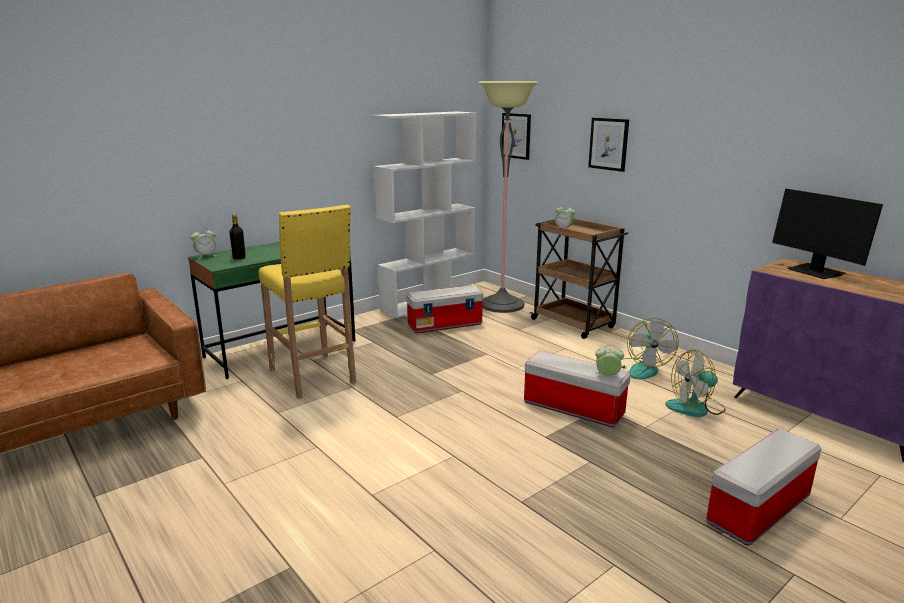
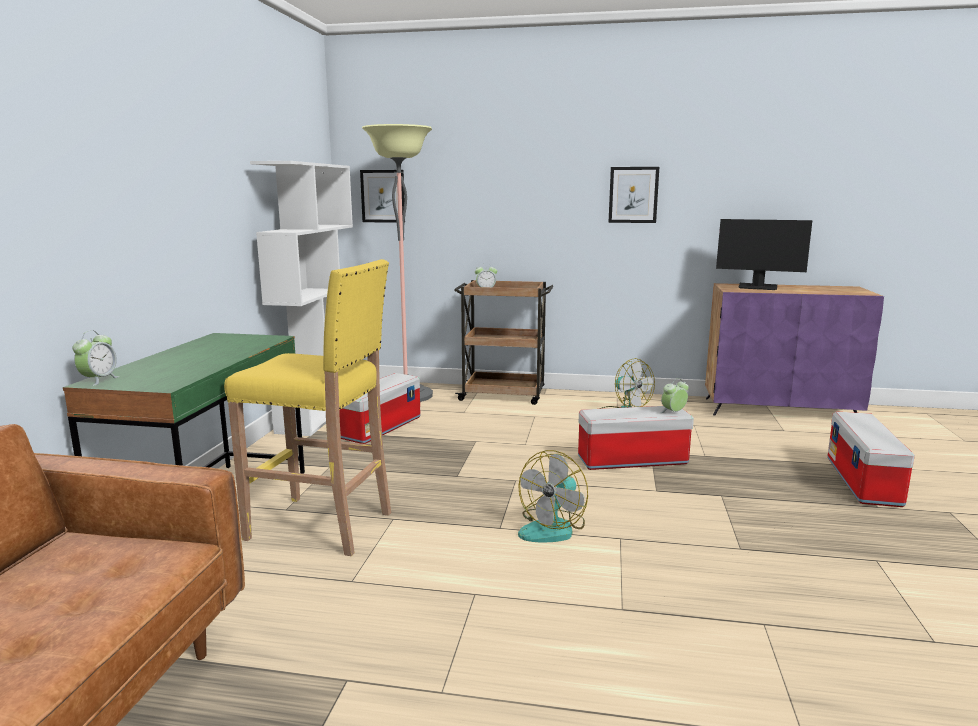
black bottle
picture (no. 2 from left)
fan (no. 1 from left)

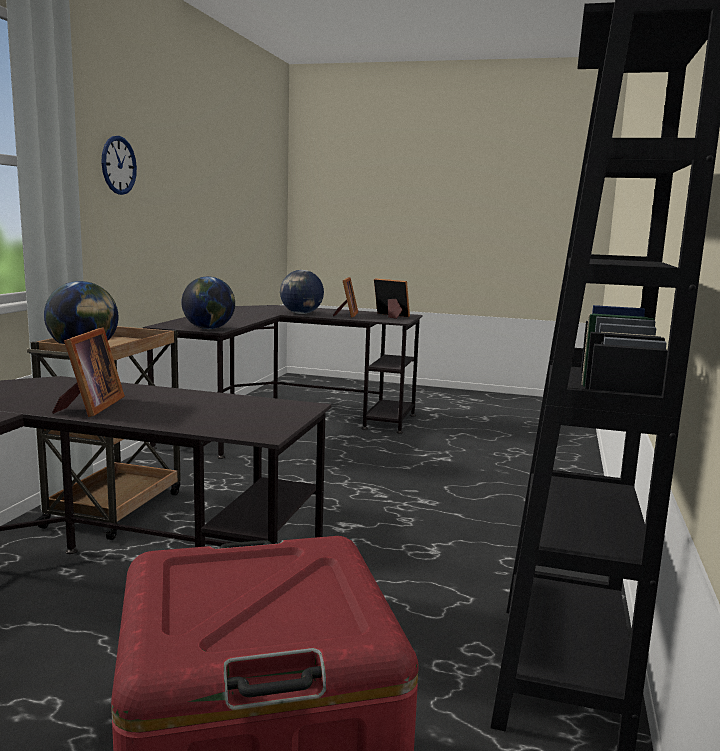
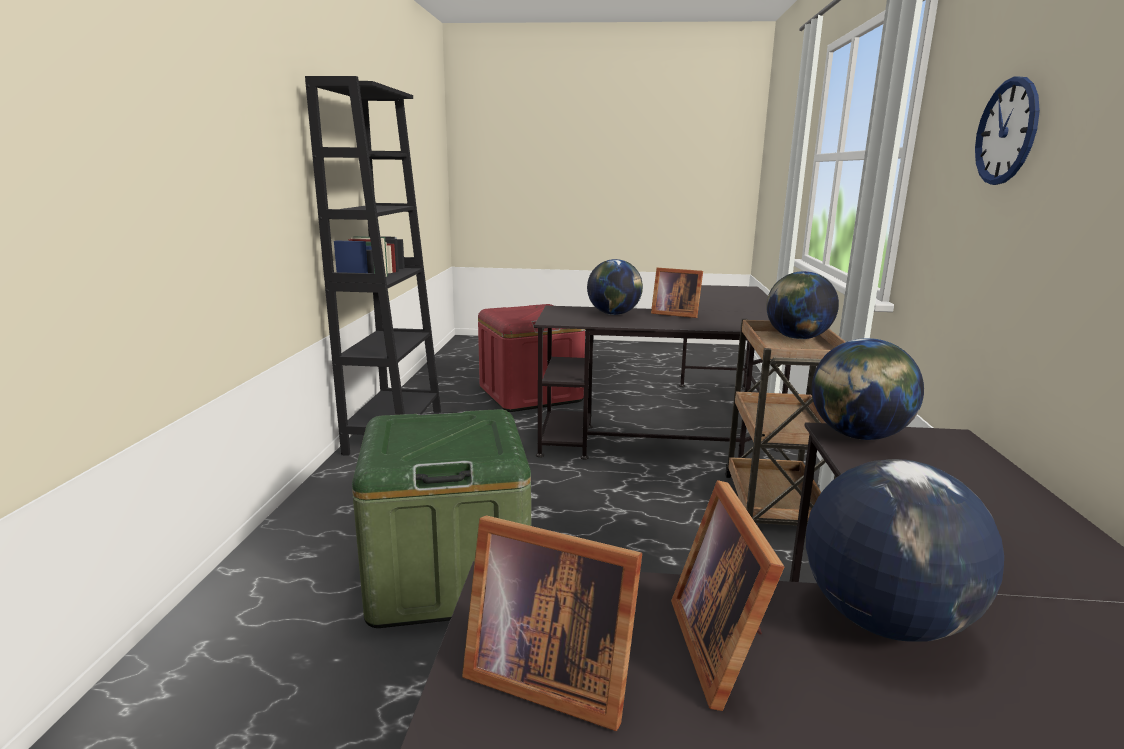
picture frame (no. 2 from left)
green storage box
globe (no. 1 from left)

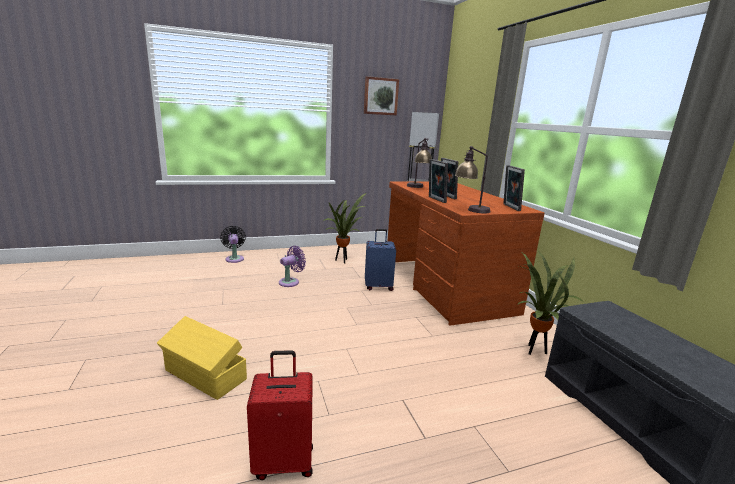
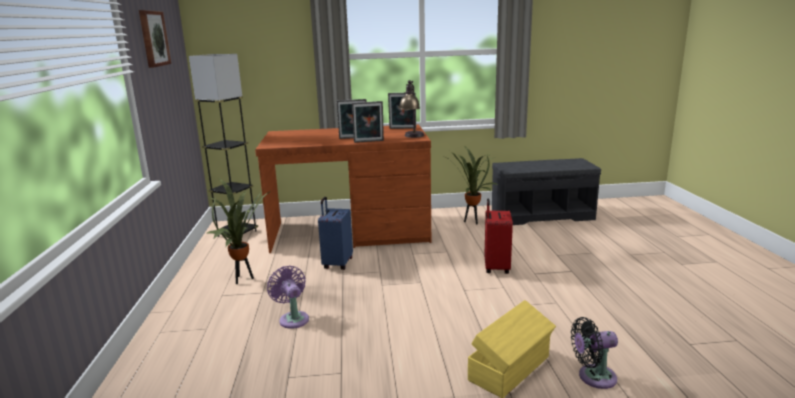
black fan
red suitcase
table lamp (no. 1 from left in the first image)

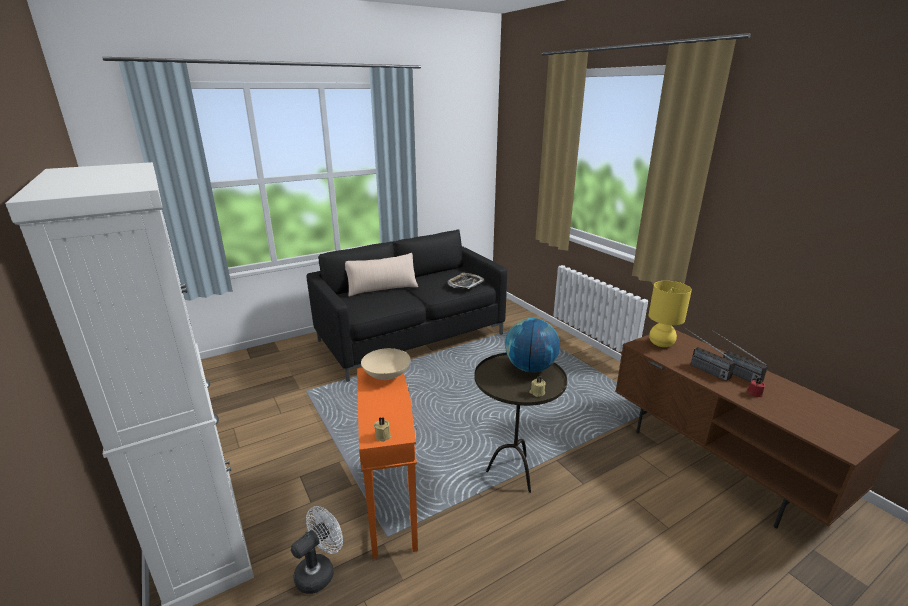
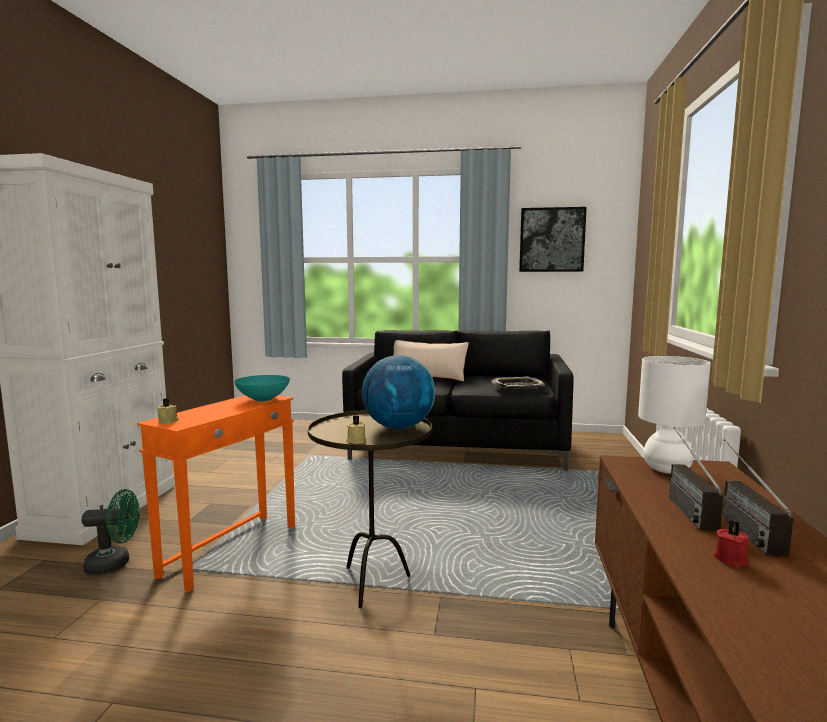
green fan
turquoise bowl
white table lamp
picture

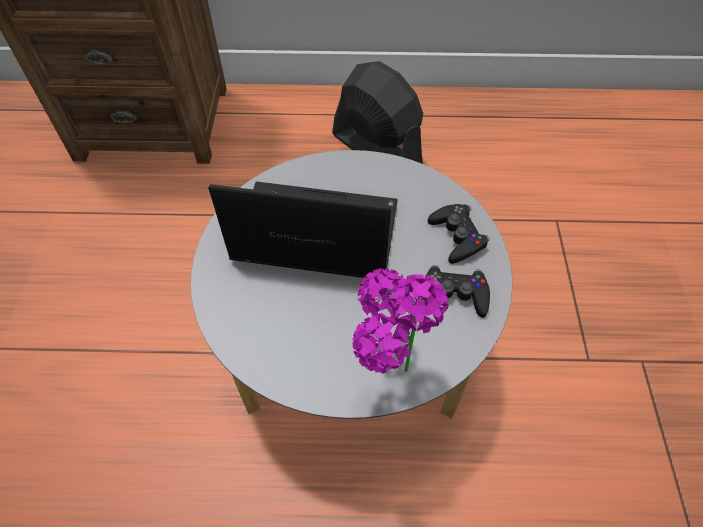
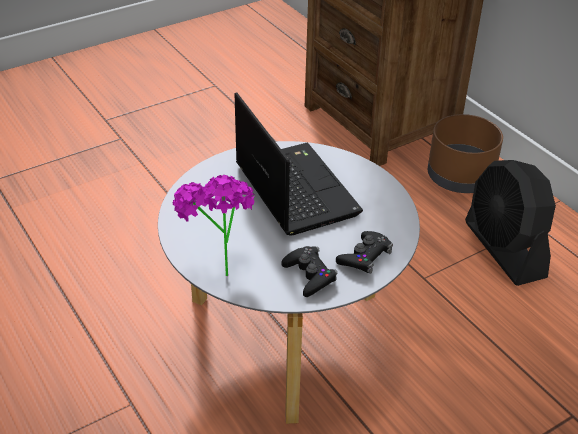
black fan
brown planter

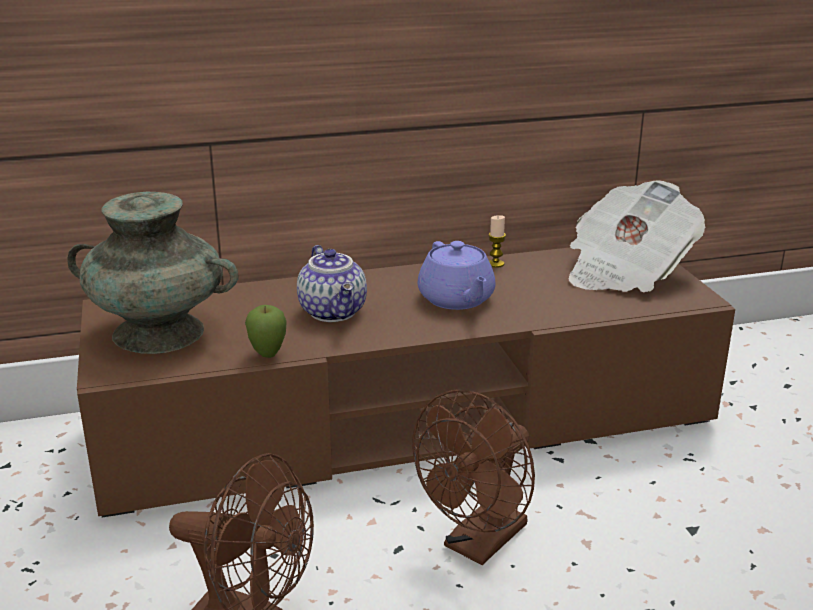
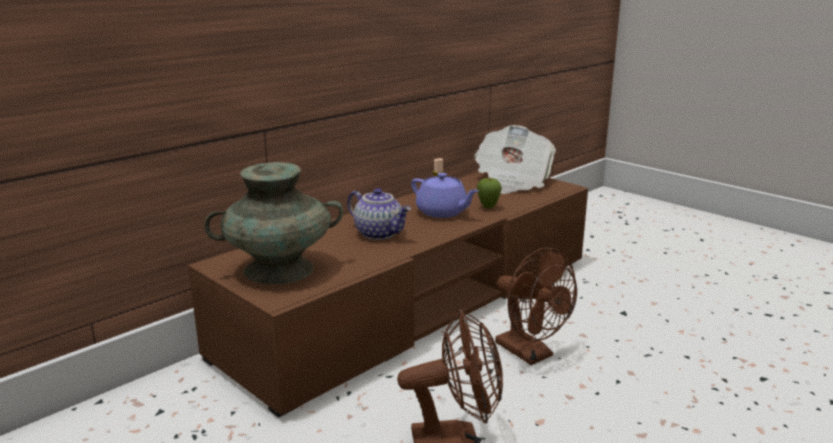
apple
brown fan (no. 2 from left)

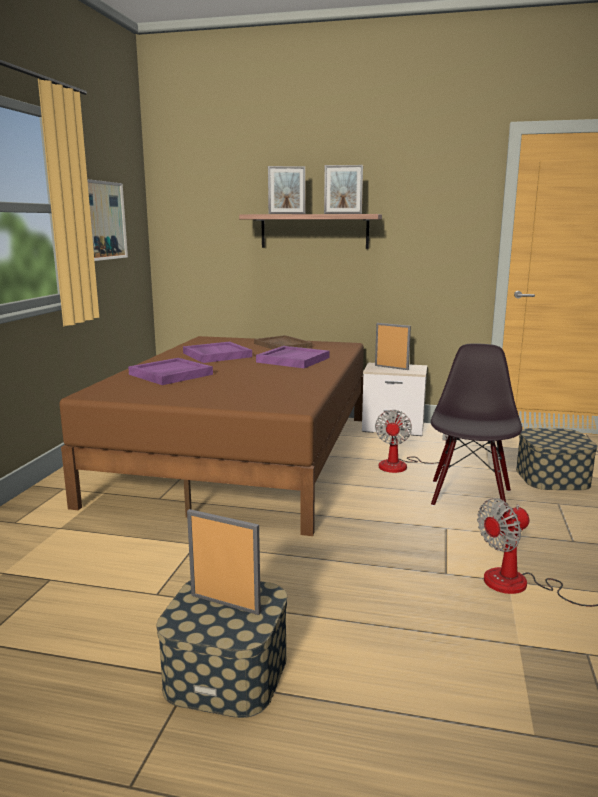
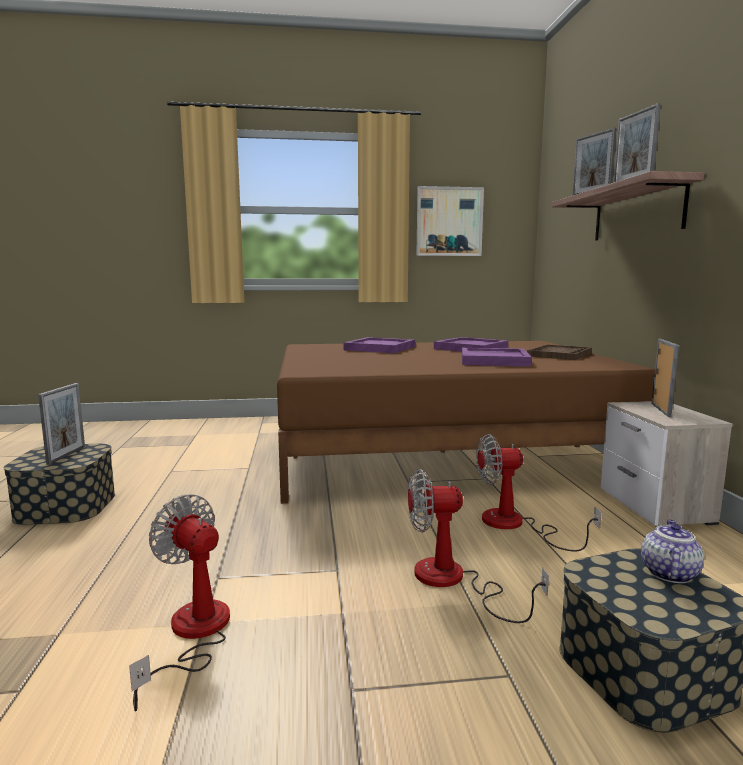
fan (no. 2 from left)
teapot

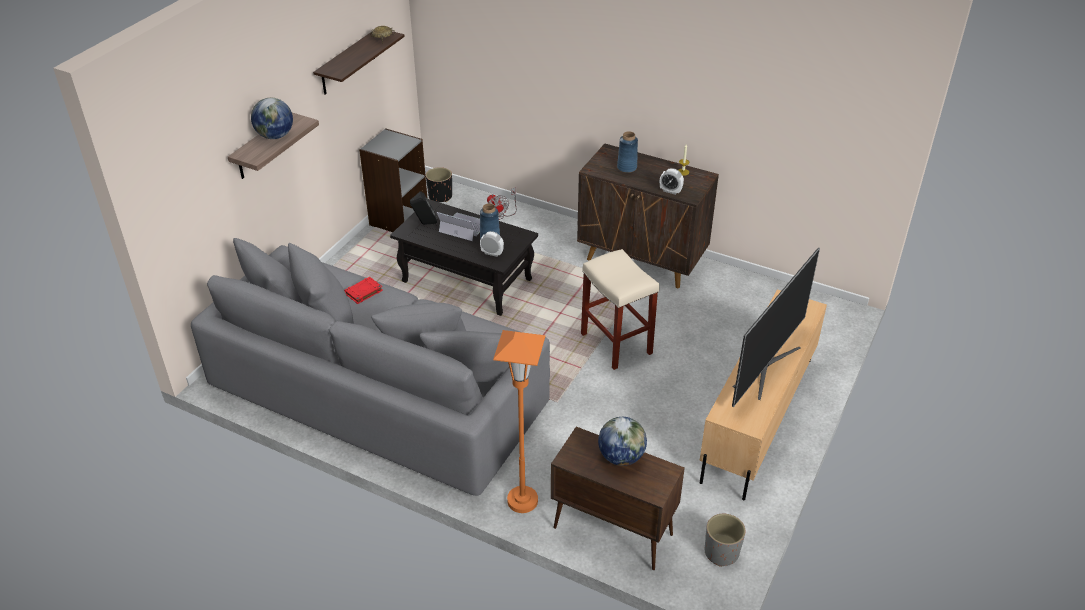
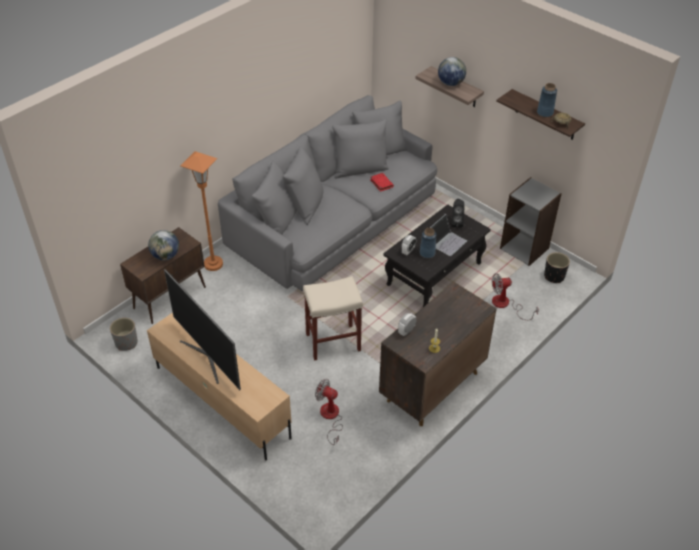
blue vase (no. 2 from left)
fan (no. 1 from left)

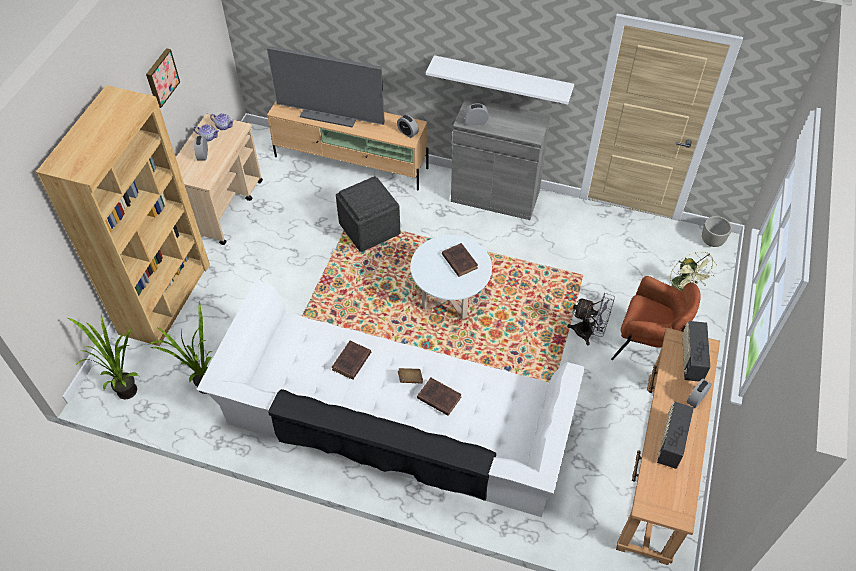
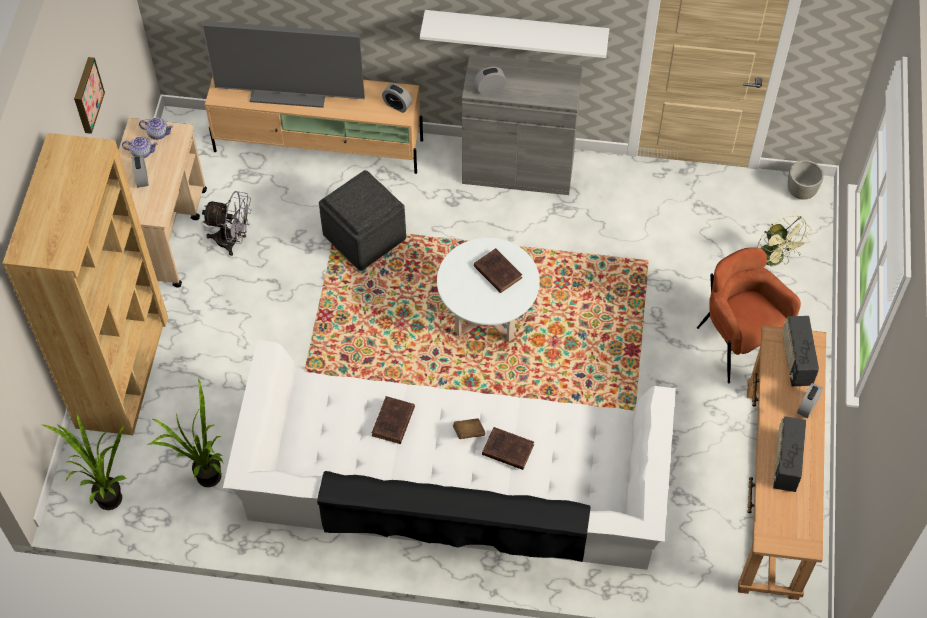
grey fan
brown armchair

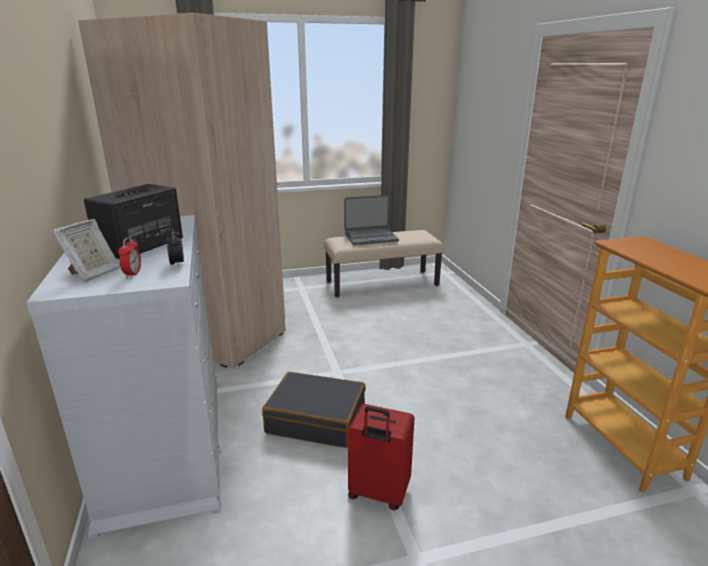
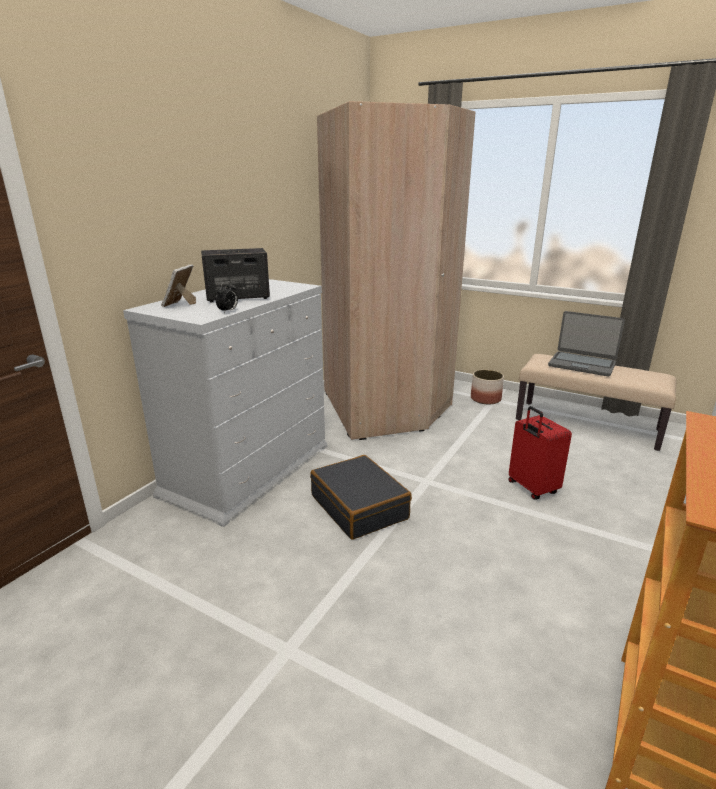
picture frame
alarm clock (no. 1 from left in the first image)
red suitcase
planter

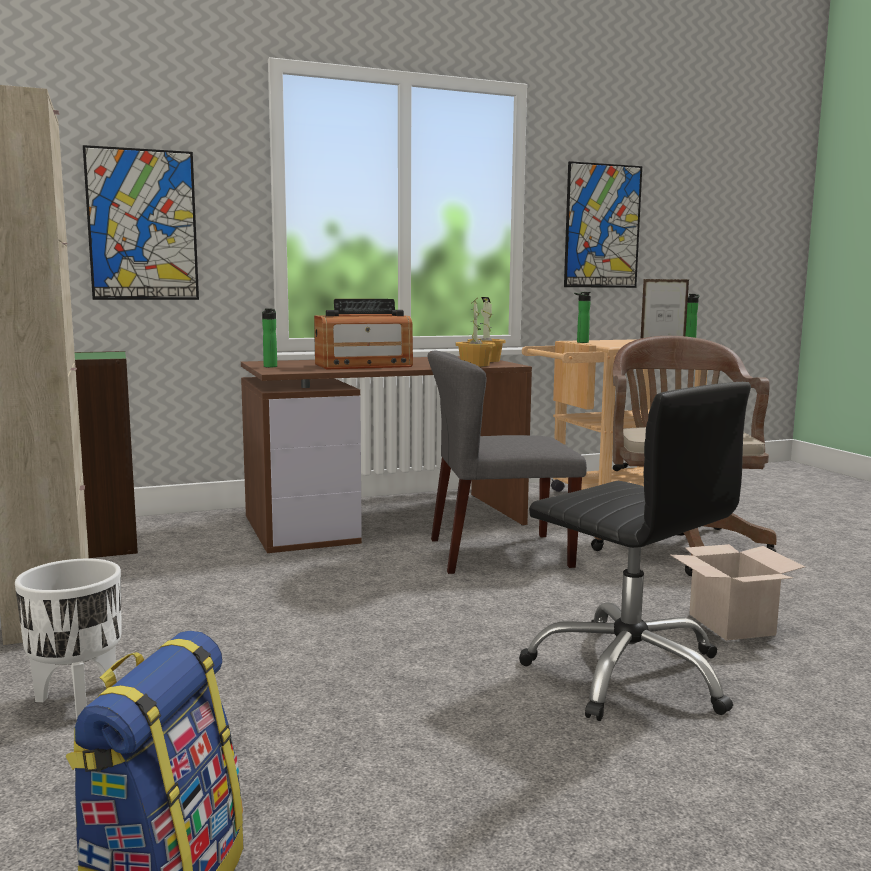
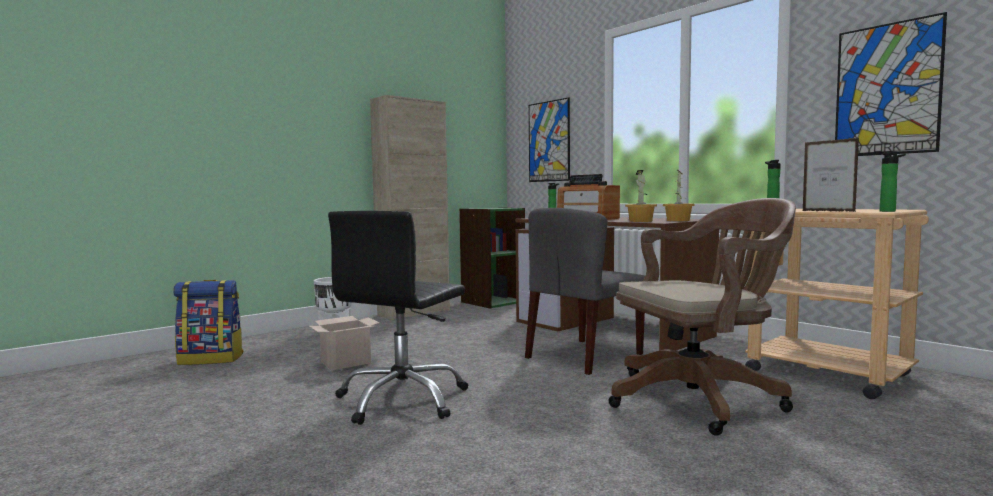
grey chair
cardboard box

